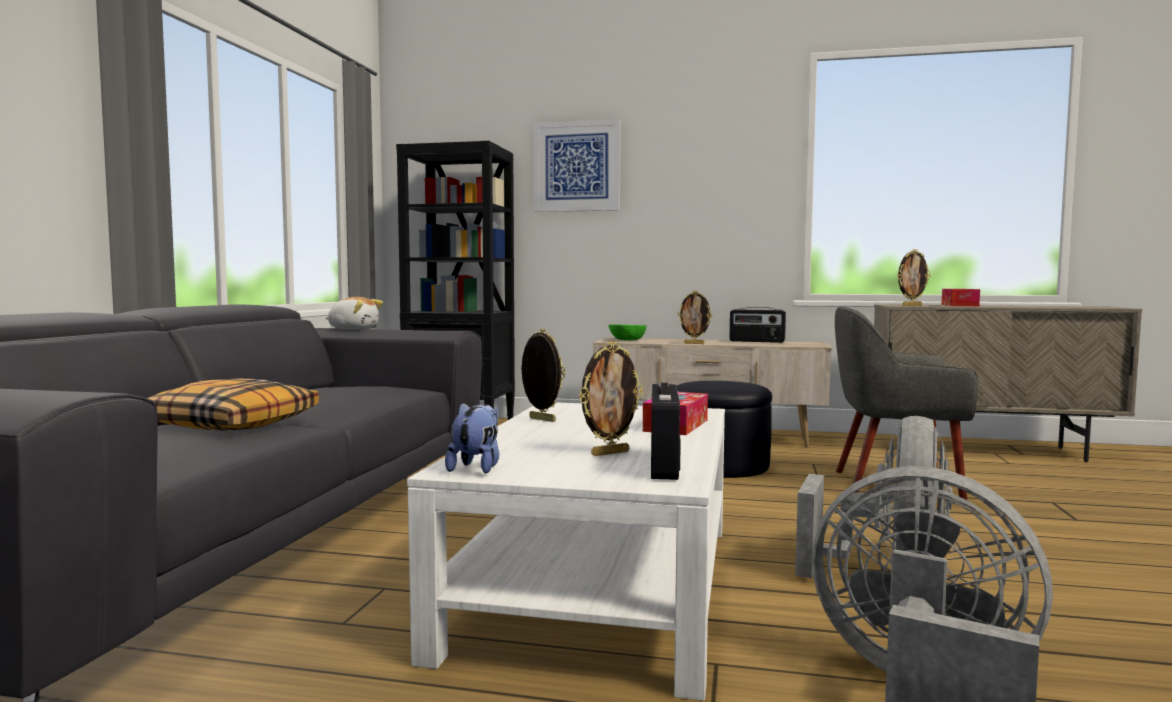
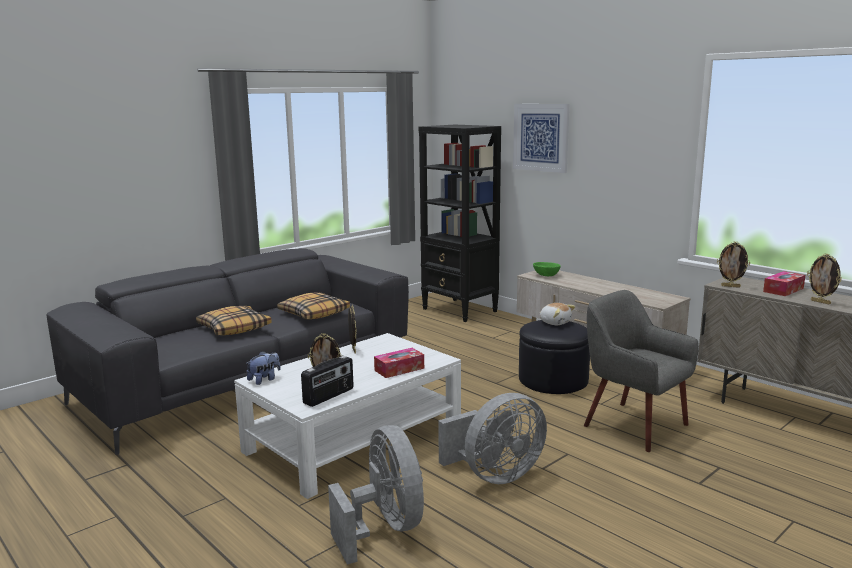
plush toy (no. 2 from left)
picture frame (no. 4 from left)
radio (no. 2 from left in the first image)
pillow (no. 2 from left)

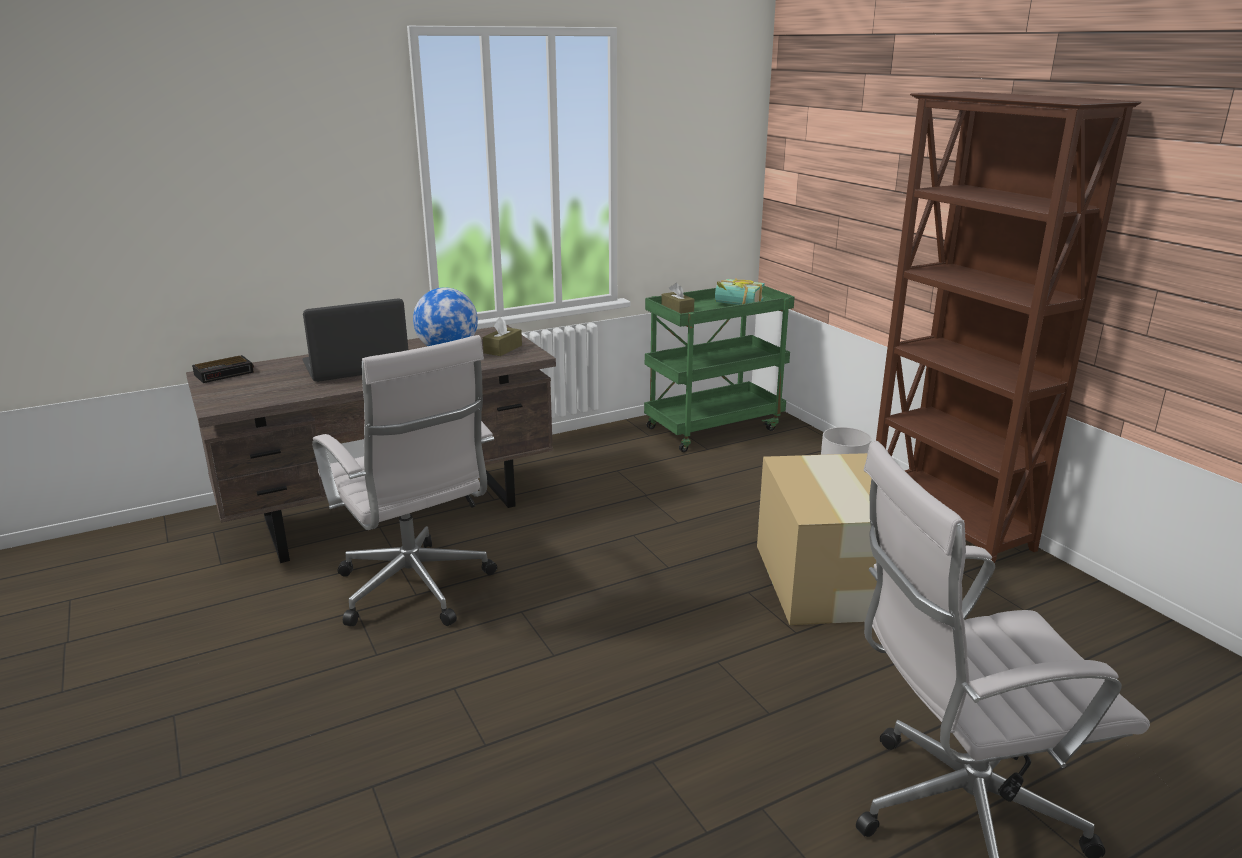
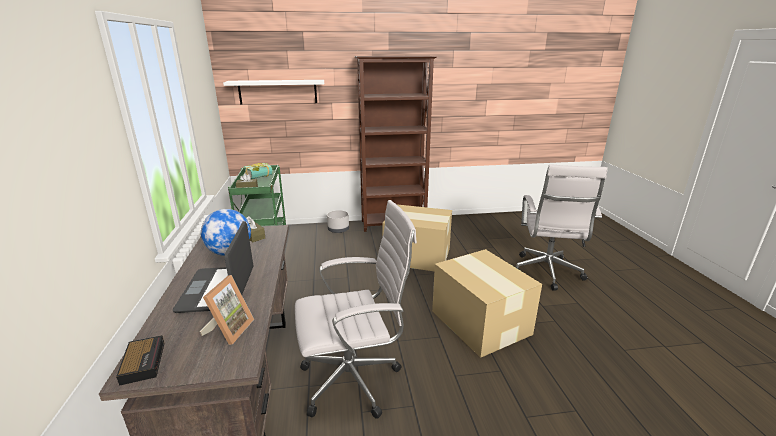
picture frame
white shelf
cardboard box (no. 2 from left)

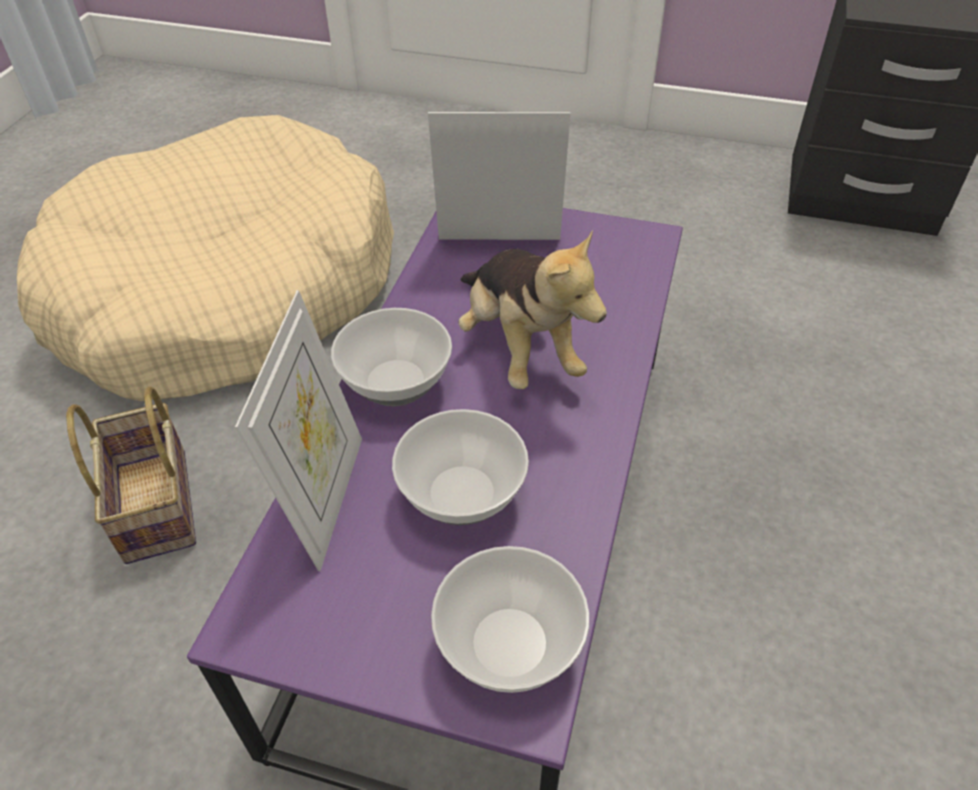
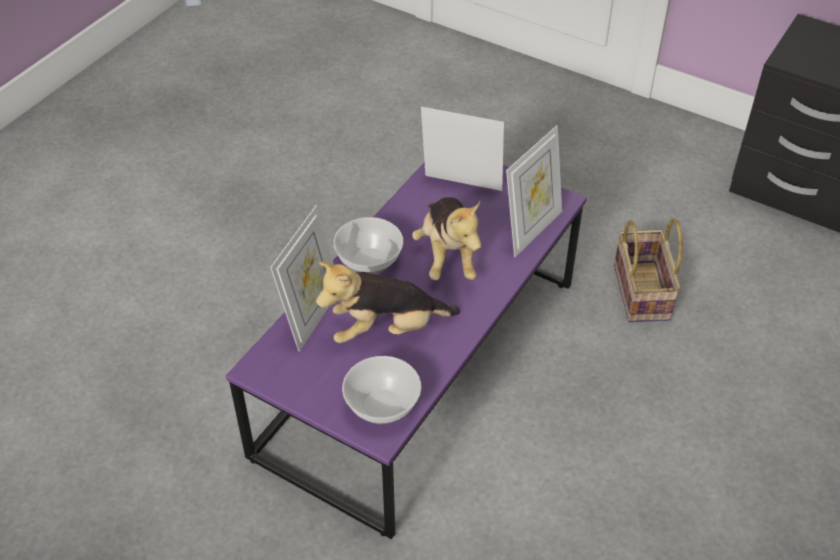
beige dog bed
basket
plush toy (no. 1 from left)
picture frame (no. 3 from left)

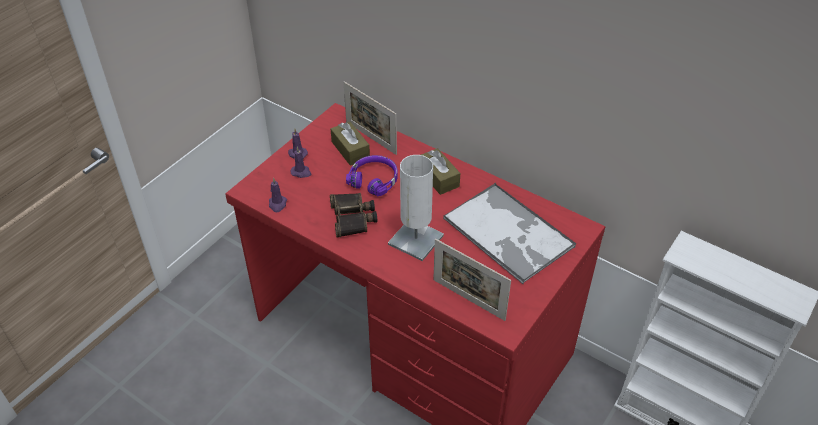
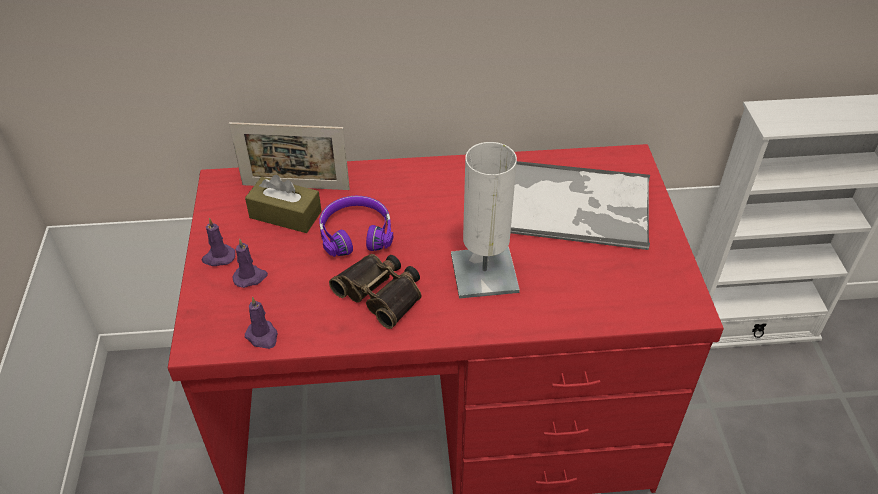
brown tissue box (no. 2 from left in the first image)
picture frame (no. 2 from left in the first image)

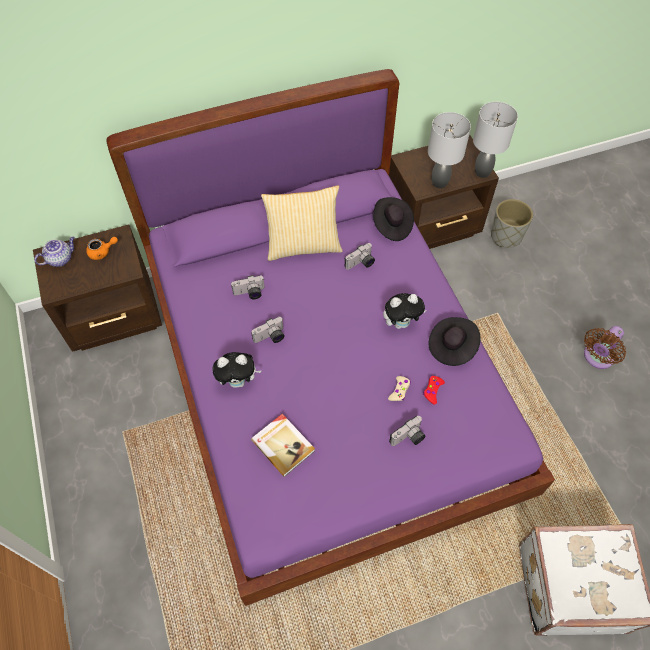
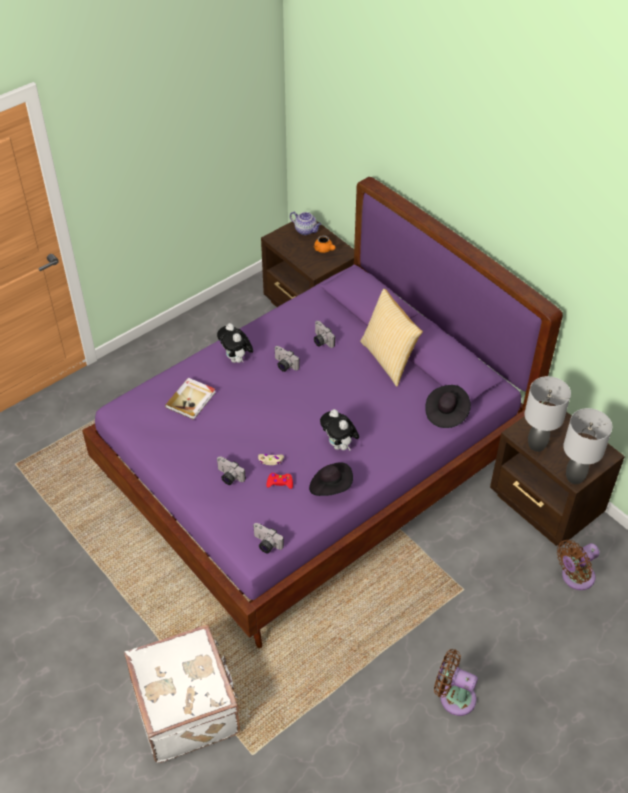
photo camera (no. 2 from left)
brown fan (no. 2 from left)

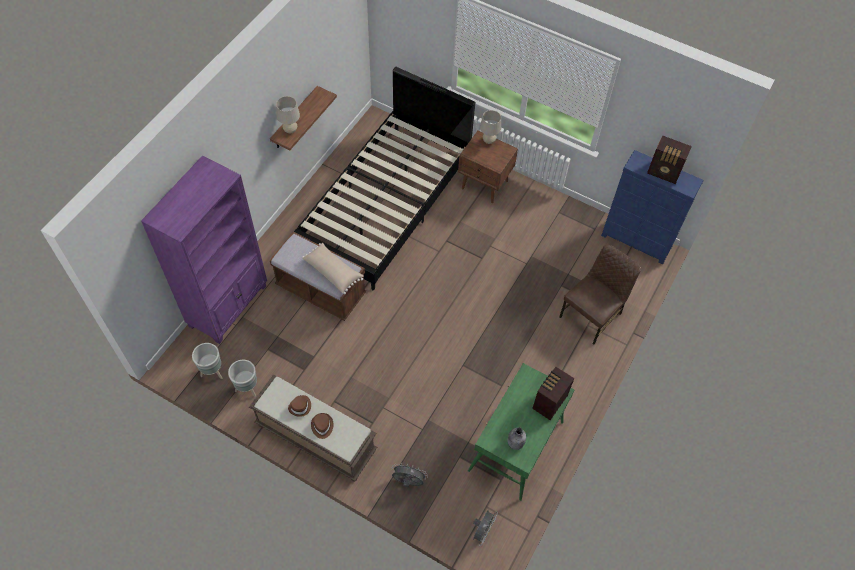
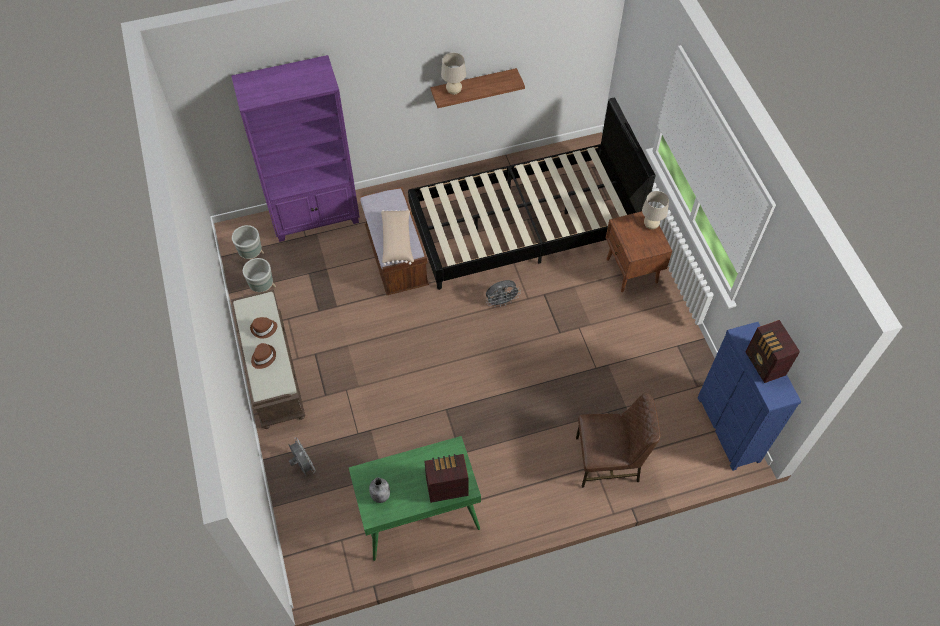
grey fan (no. 2 from left)

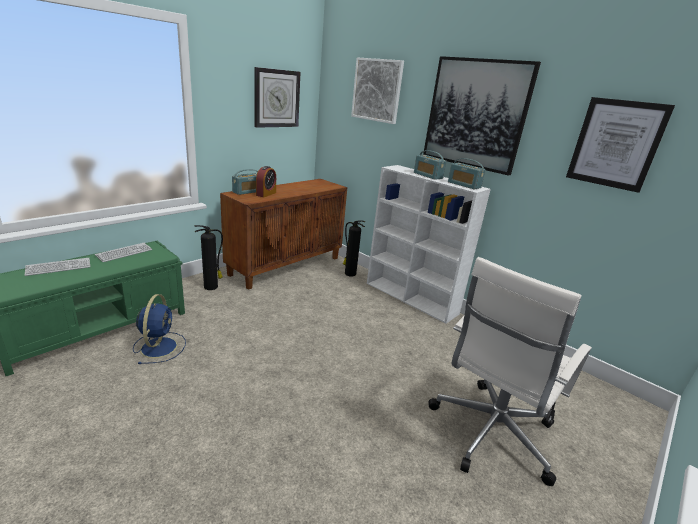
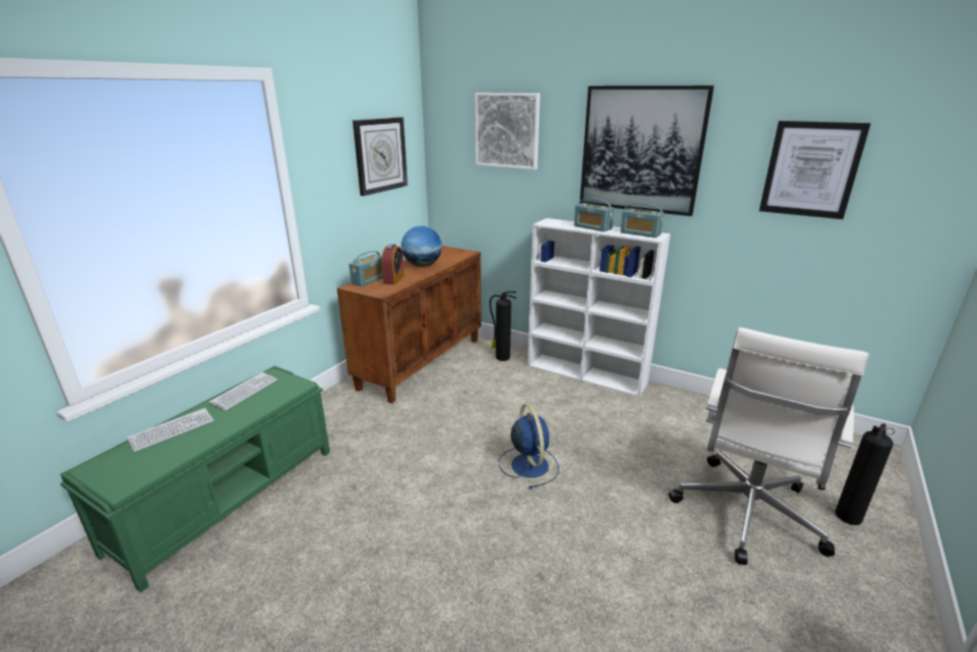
blue fan
fire extinguisher (no. 2 from left)
globe

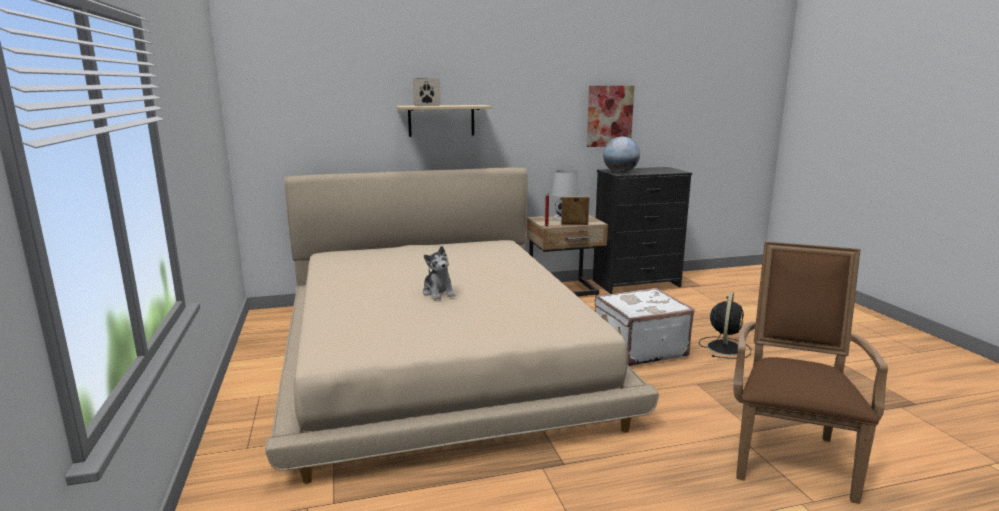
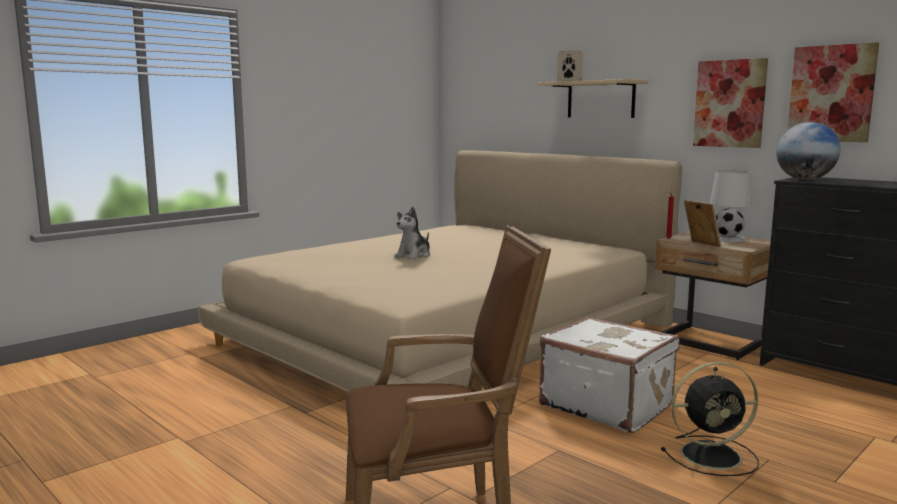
picture (no. 1 from left)

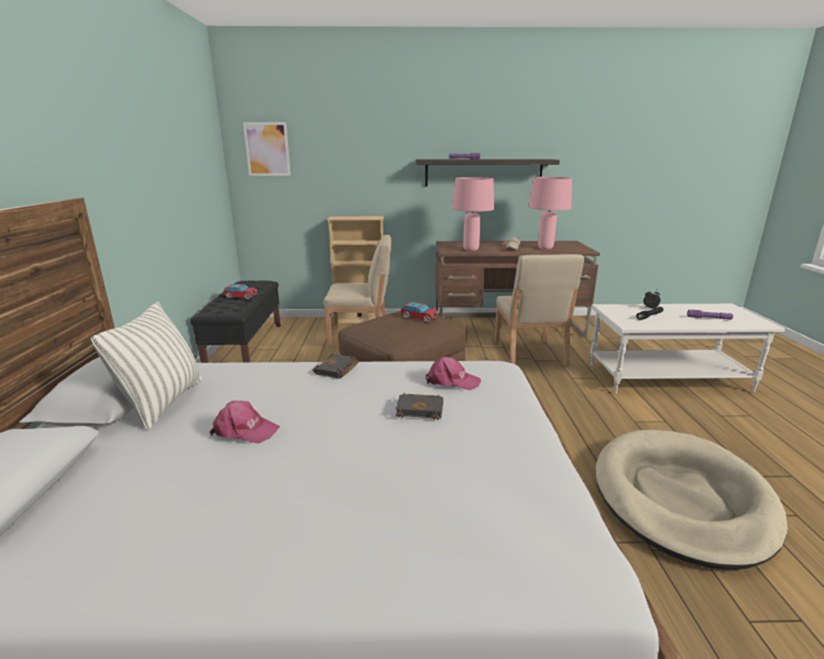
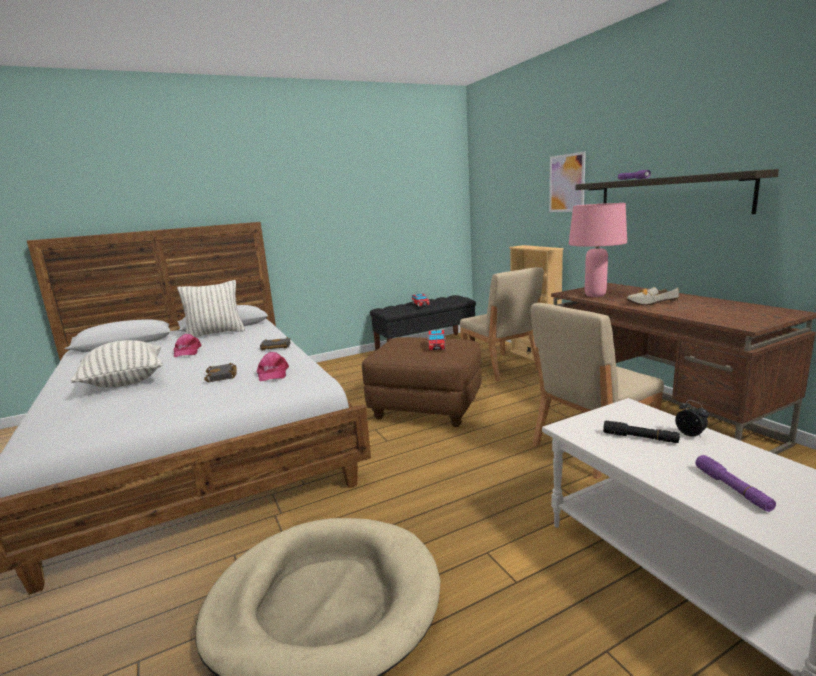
picture
pink table lamp (no. 2 from left in the first image)
pillow (no. 1 from left)

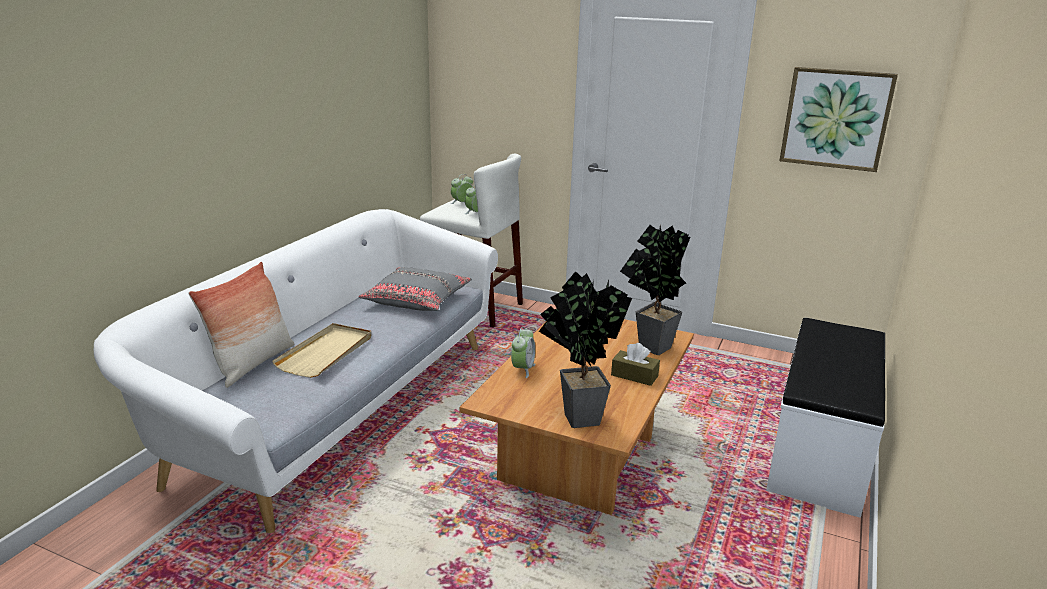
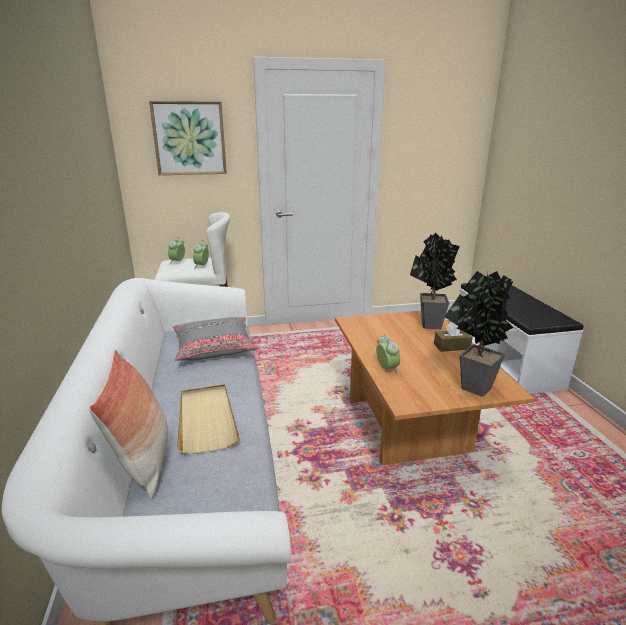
picture

